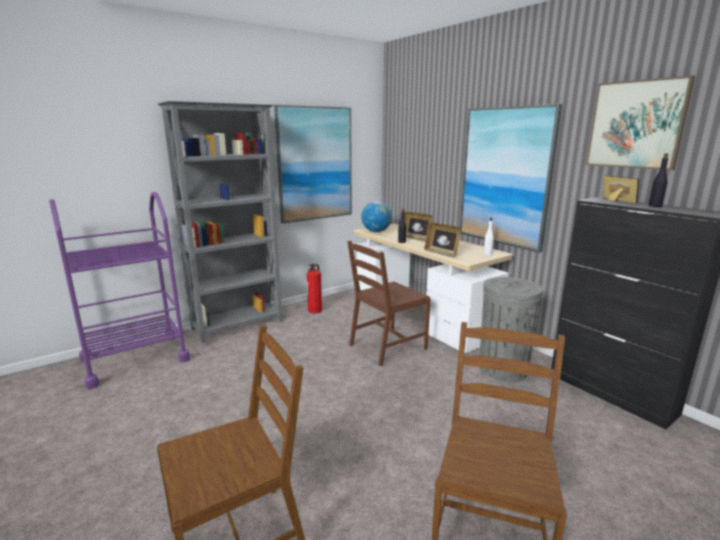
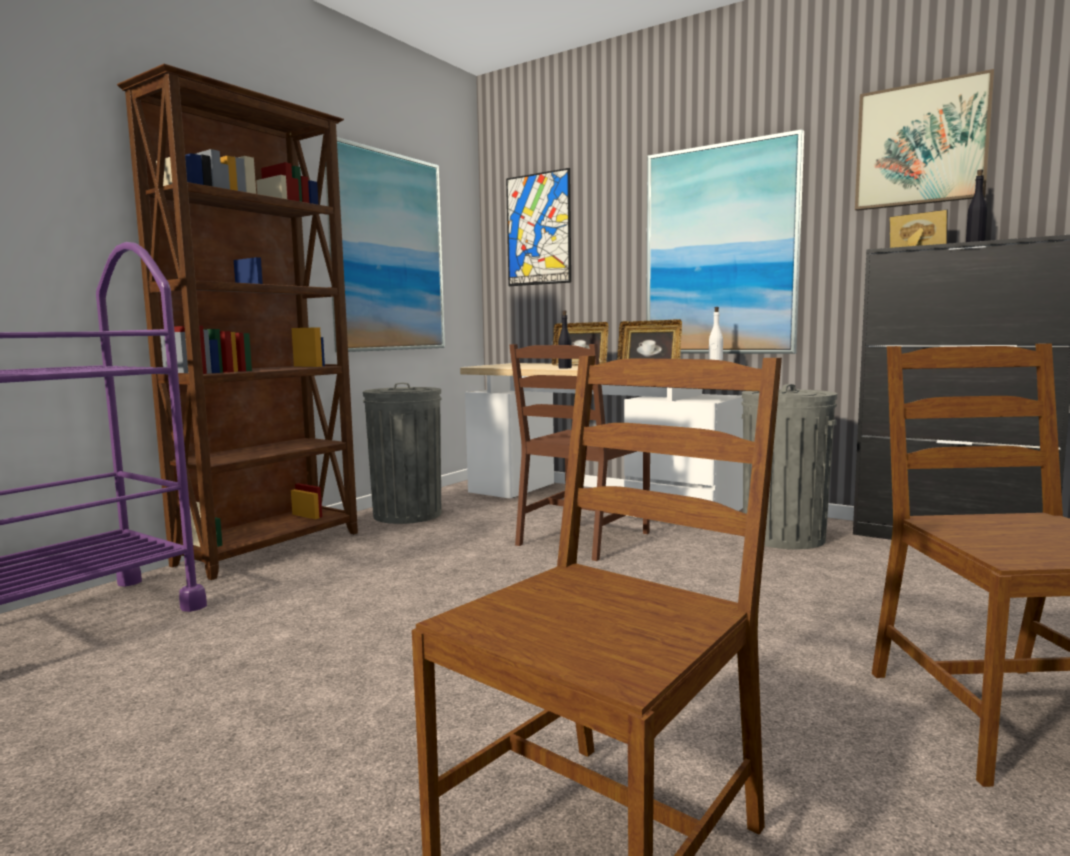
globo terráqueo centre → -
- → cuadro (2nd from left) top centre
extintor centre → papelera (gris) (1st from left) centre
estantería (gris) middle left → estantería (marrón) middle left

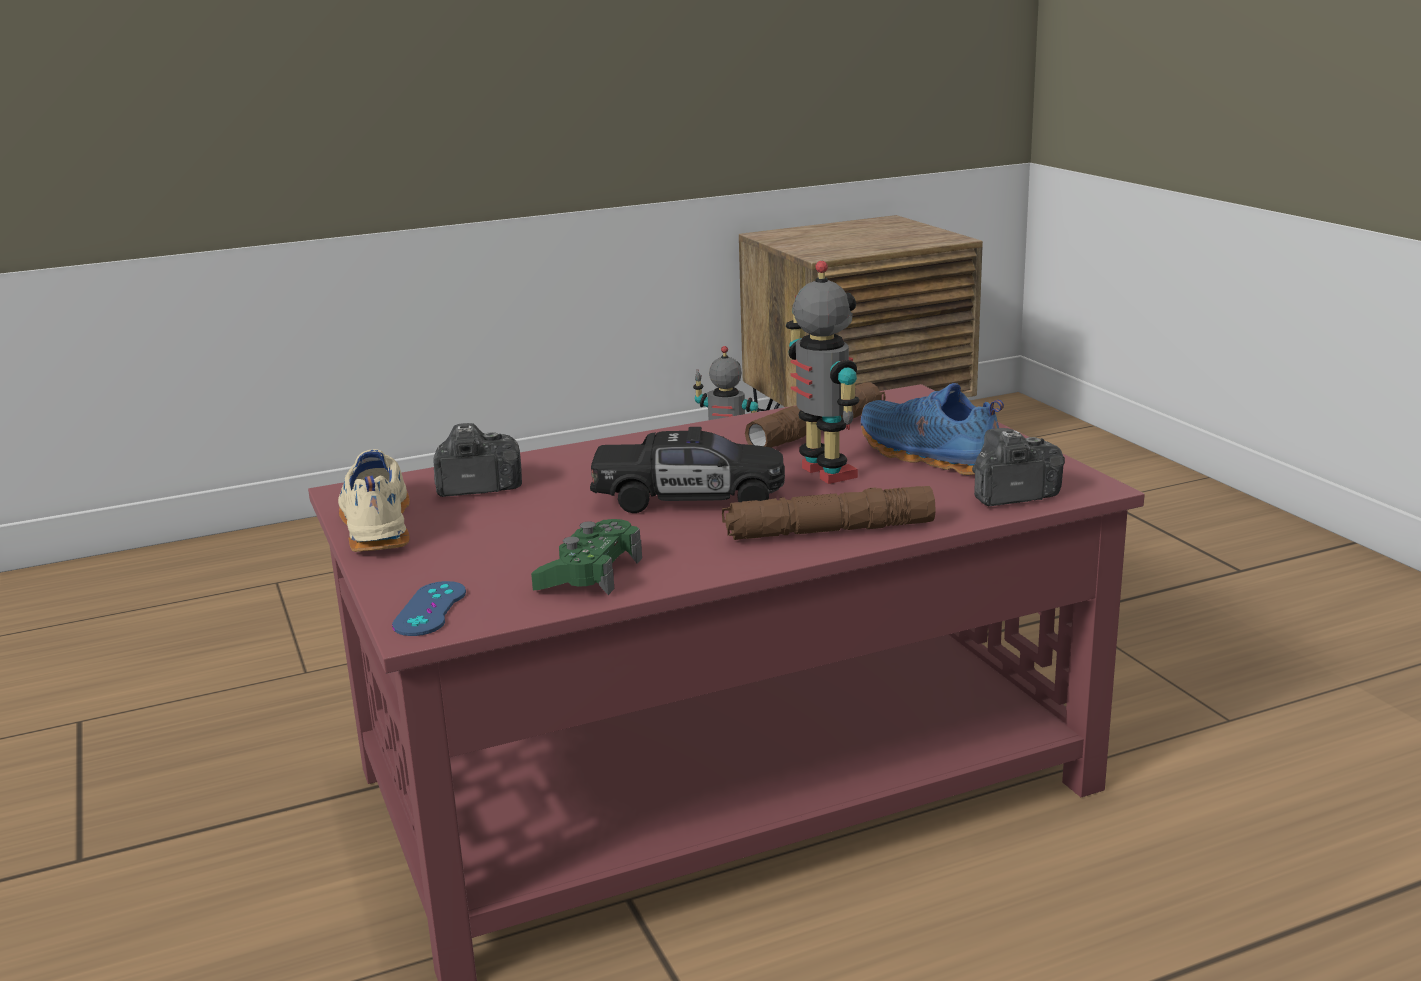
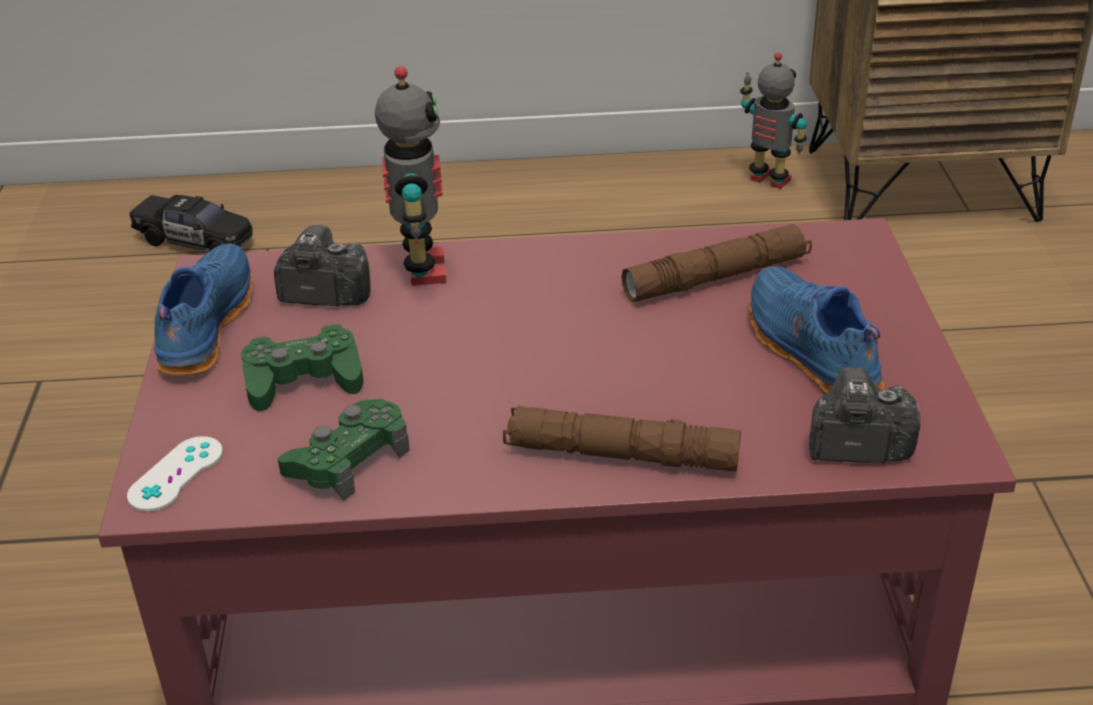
- → mando de consola (verde) (1st from left) middle left
coche de juguete (negro) centre → coche de juguete (negro) top left, moved
robot de juguete (2nd from left in the first image) centre → robot de juguete (1st from left) top centre, moved
zapato (beis) middle left → zapato (azul) (1st from left) middle left
mando de consola (azul) middle left → mando de consola (blanco) bottom left

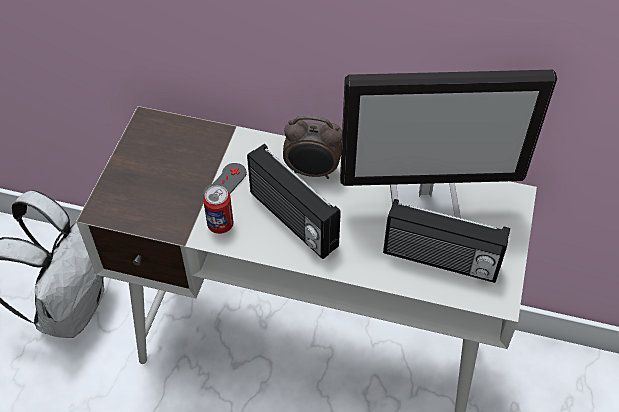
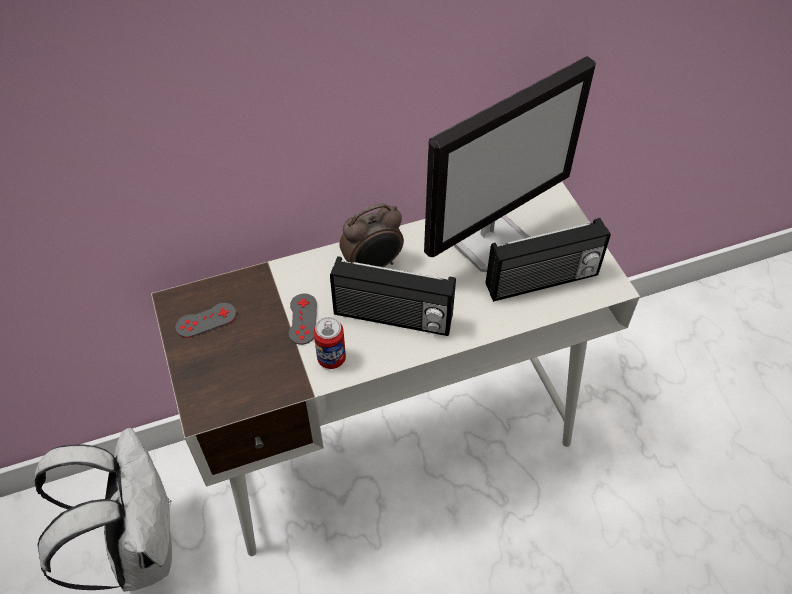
- → mando de consola (gris) (1st from left) middle left

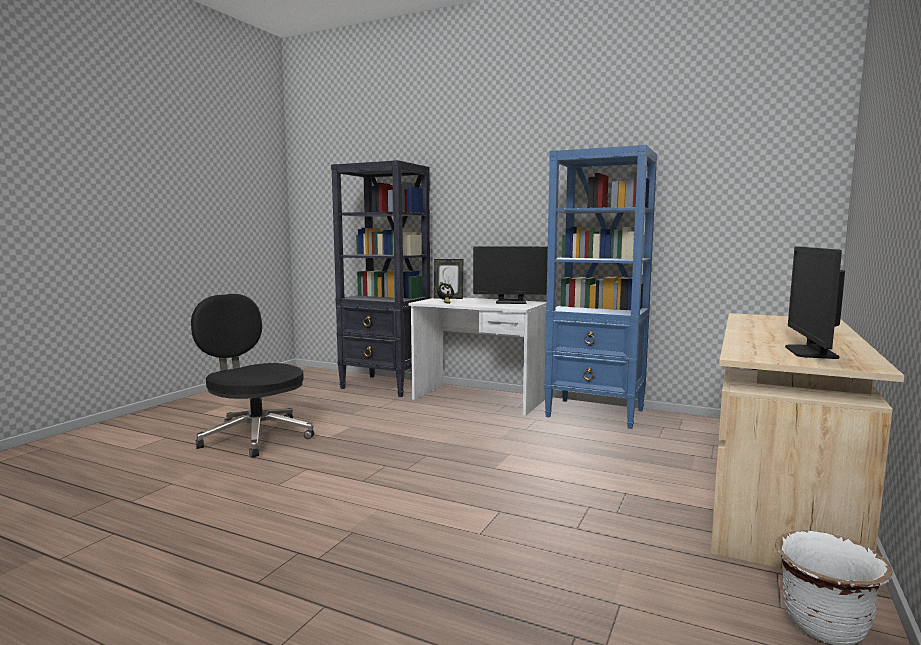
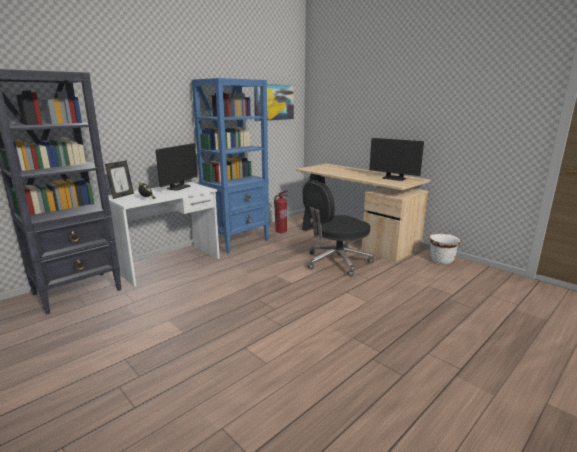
- → cuadro top centre
- → extintor centre
silla de oficina (negro) middle left → silla de oficina (negro) centre, moved

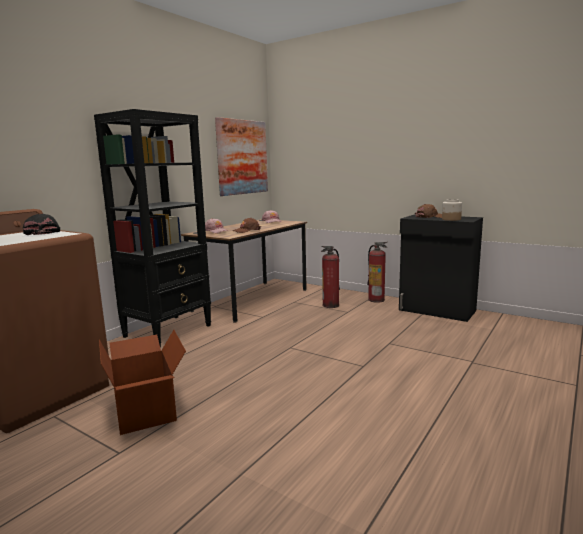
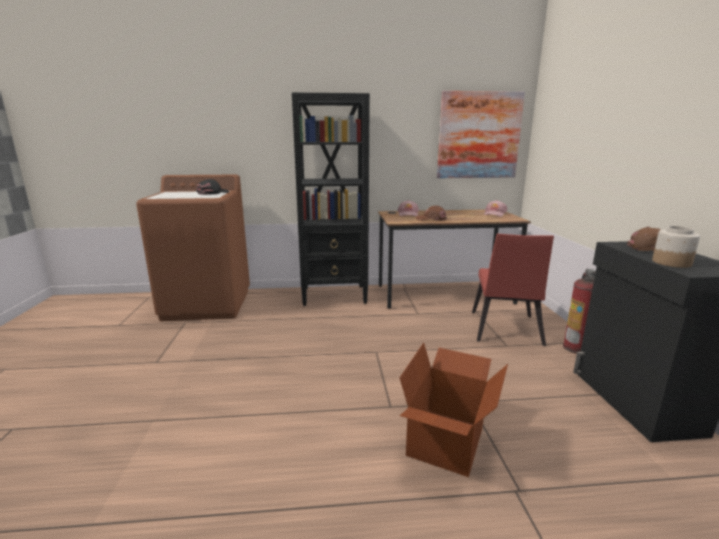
caja de cartón bottom left → caja de cartón bottom centre, moved
extintor (1st from left) centre → silla (rojo) middle right

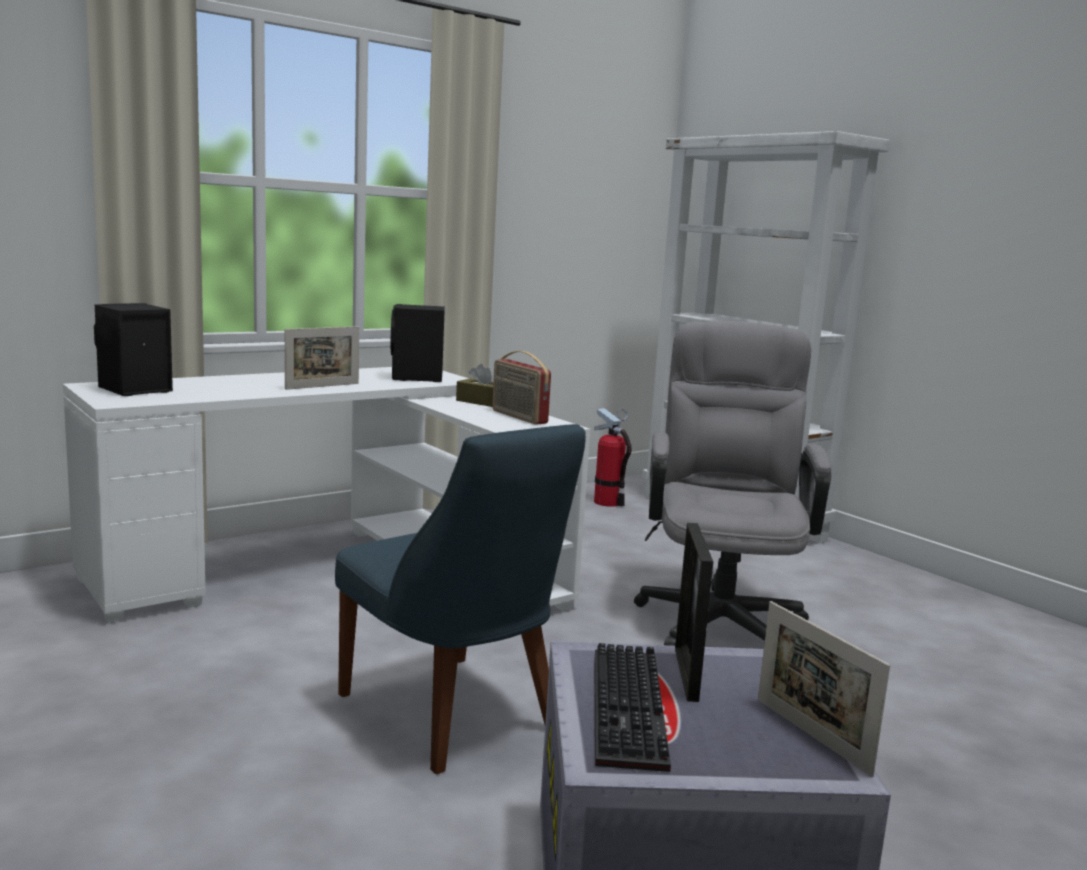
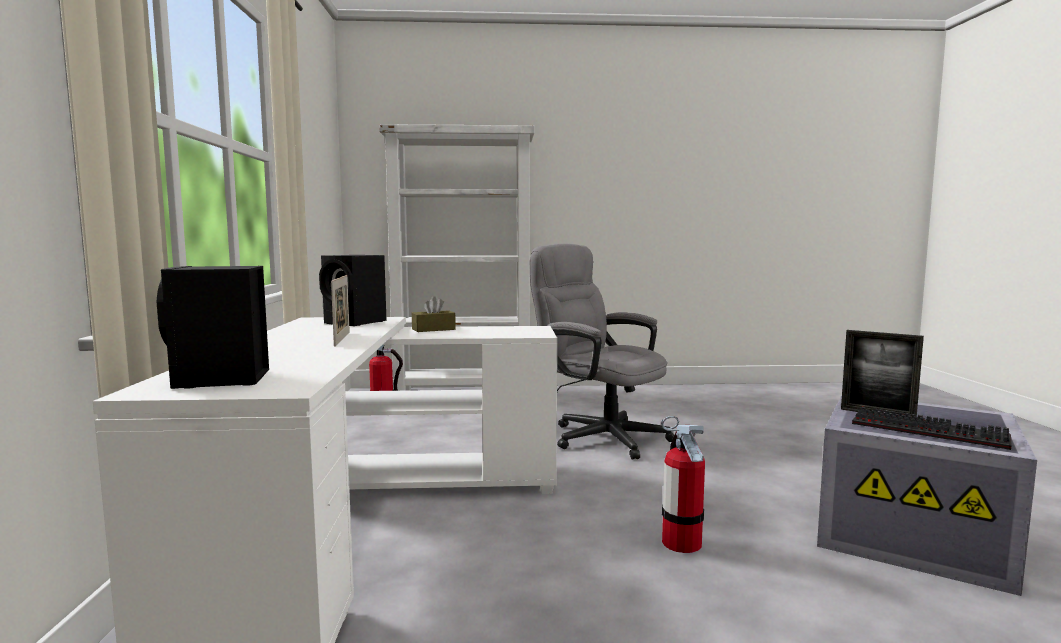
radio centre → -
portarretratos (3rd from left) bottom right → -
silla (azul) bottom centre → extintor (2nd from left) bottom centre

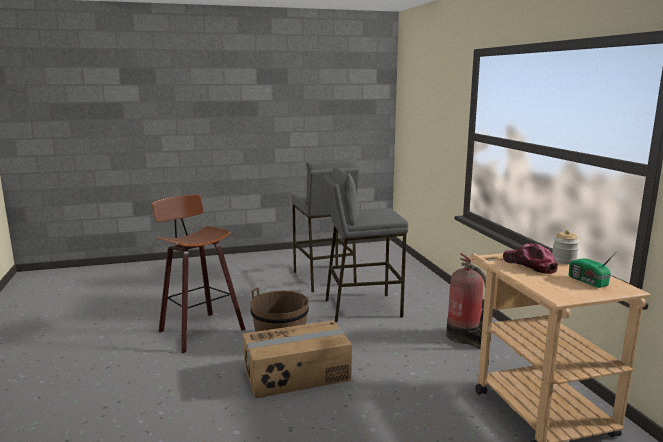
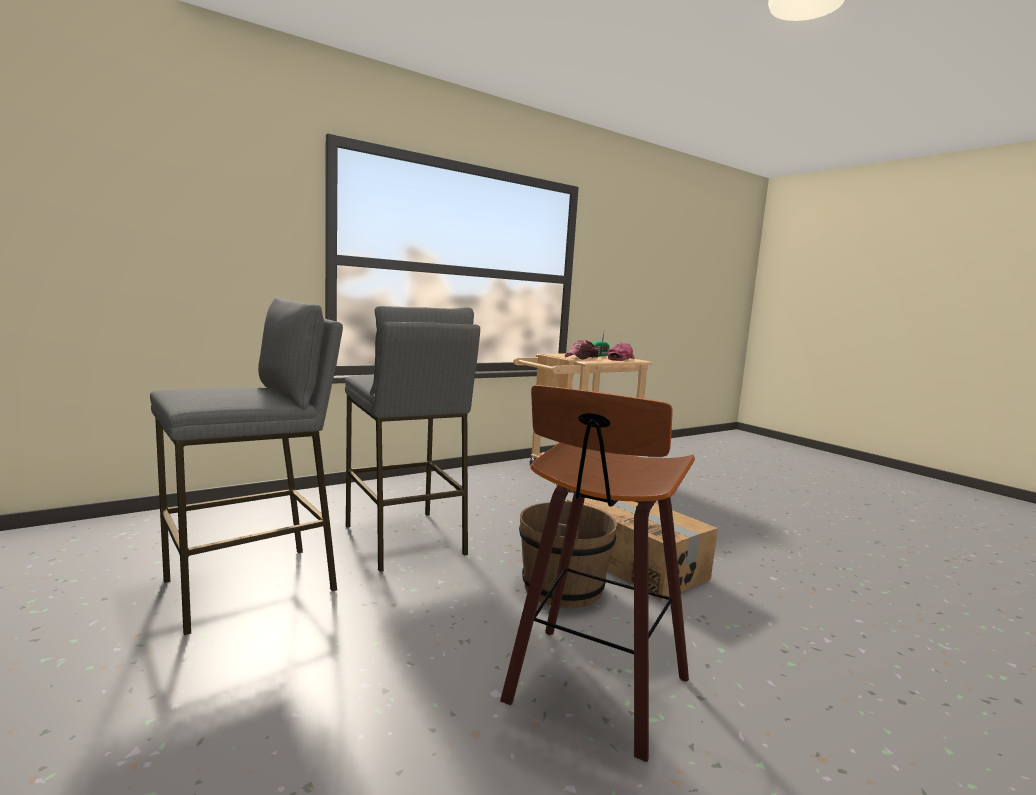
extintor bottom right → -
tarro middle right → -
- → gorra (2nd from left) centre

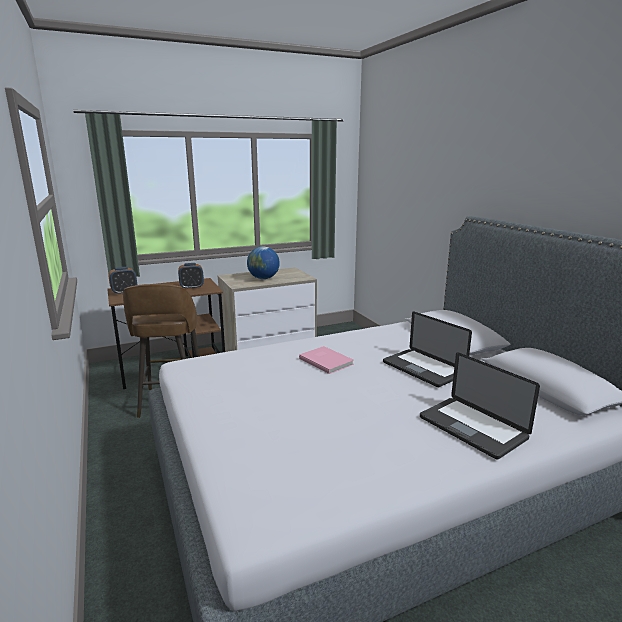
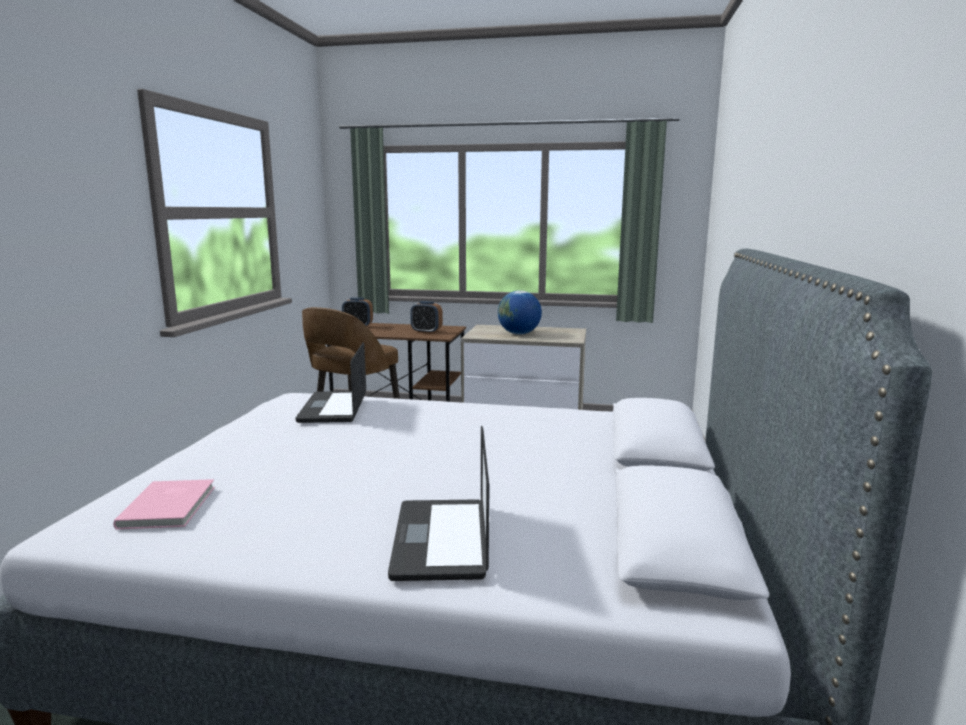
libro (rosa) centre → libro (rosa) bottom left, moved
portátil (1st from left) middle right → portátil (1st from left) centre, moved

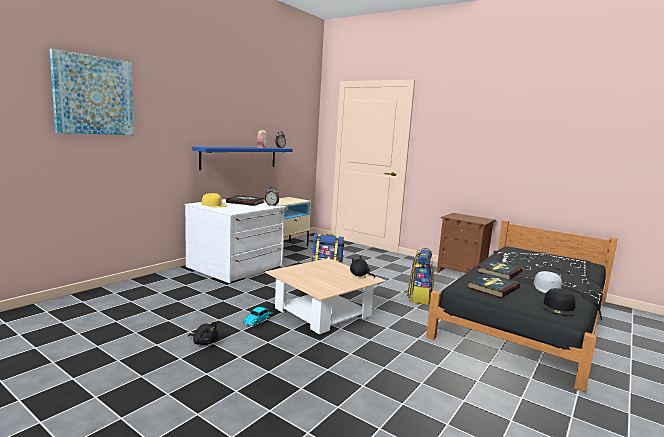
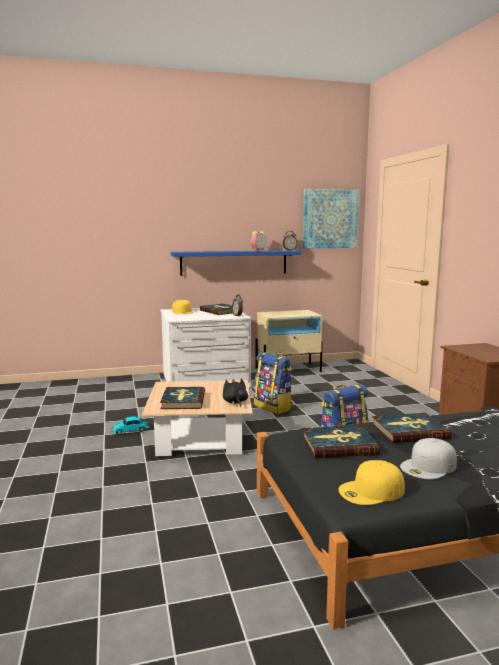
peluche (negro) (1st from left) bottom left → -
- → libro (1st from left) centre
cuadro top left → cuadro top centre, moved
gorra (negro) bottom right → gorra (amarillo) (2nd from left) bottom right

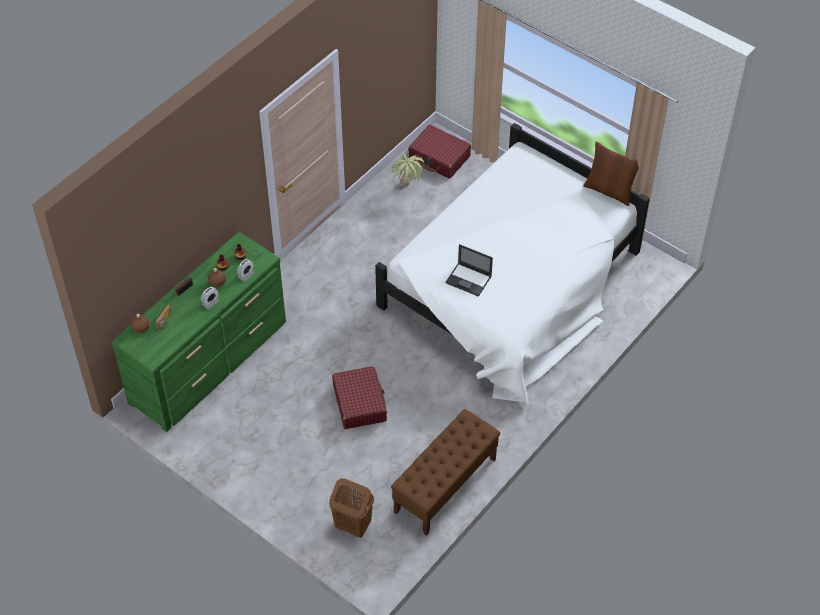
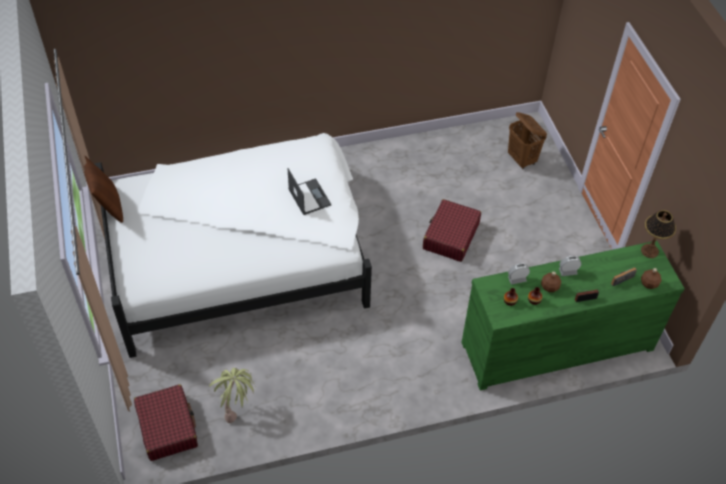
banco (marrón) bottom centre → -
- → lámpara de mesa middle right

